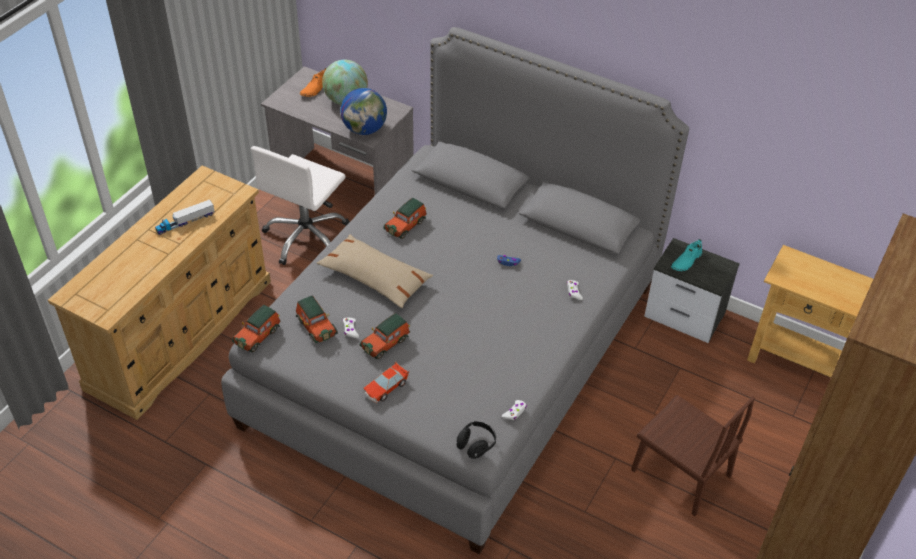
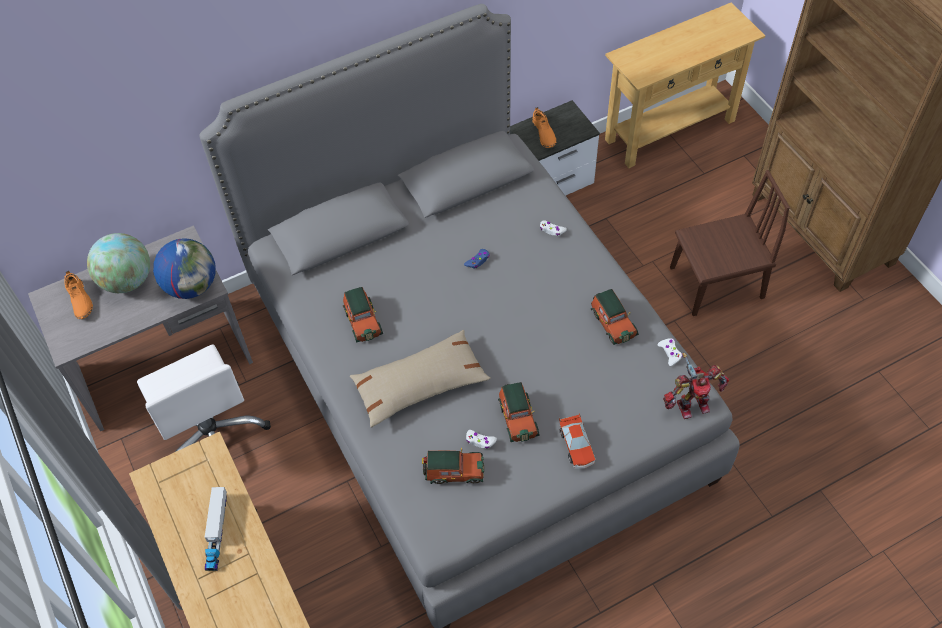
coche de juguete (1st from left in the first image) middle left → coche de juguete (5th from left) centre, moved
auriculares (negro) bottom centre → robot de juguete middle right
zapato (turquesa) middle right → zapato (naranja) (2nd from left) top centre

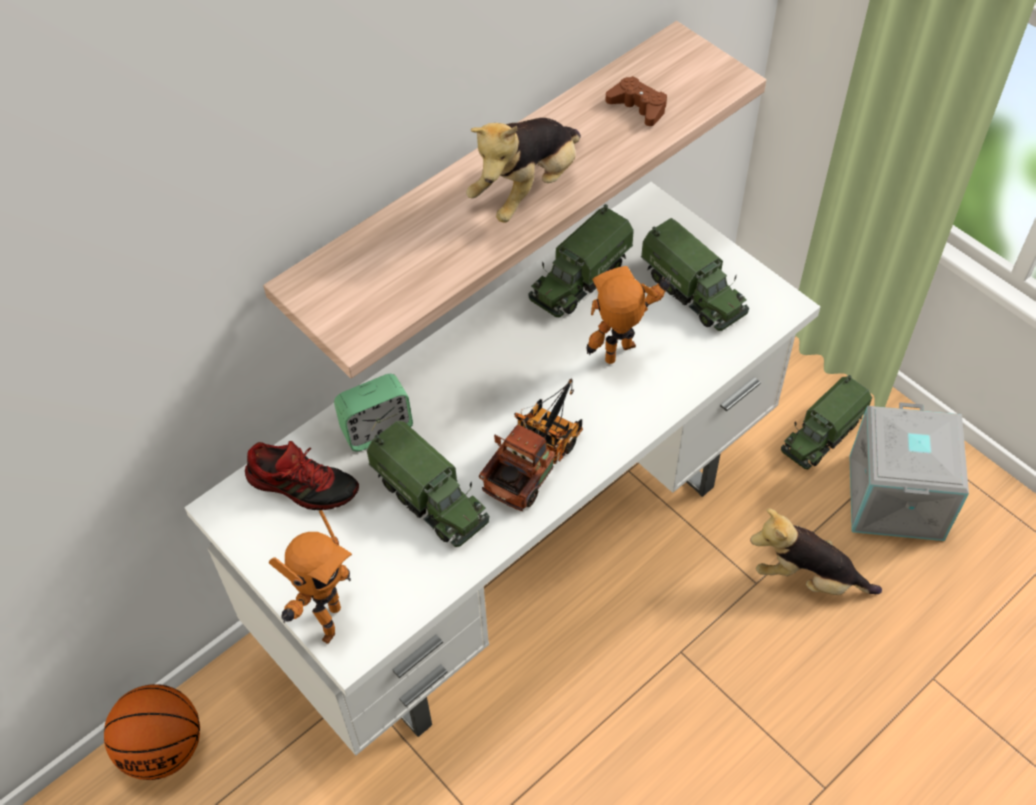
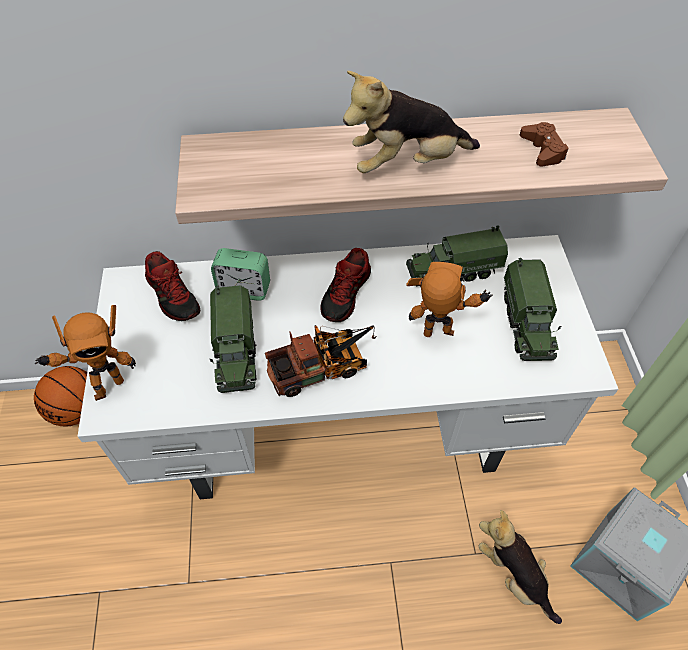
camión de juguete (5th from left) middle right → -
- → zapato (2nd from left) centre

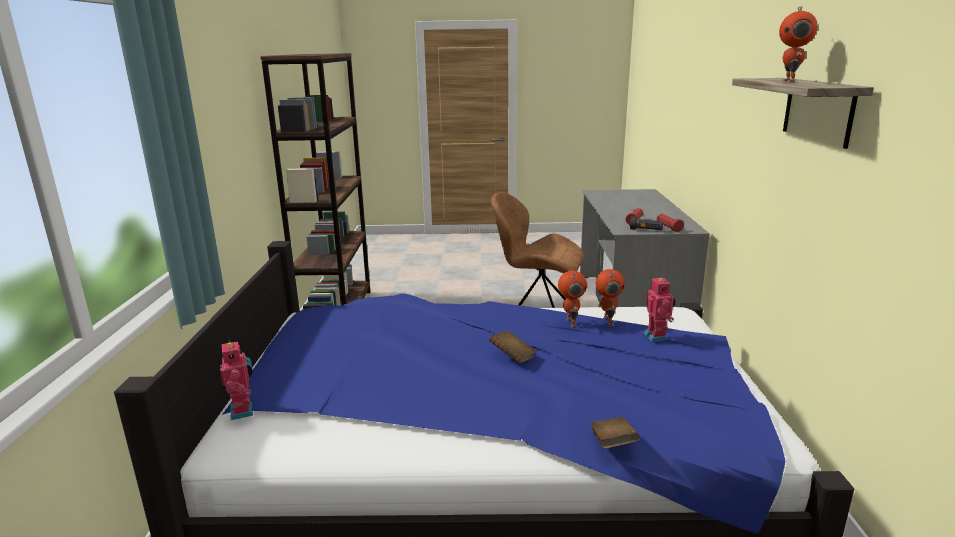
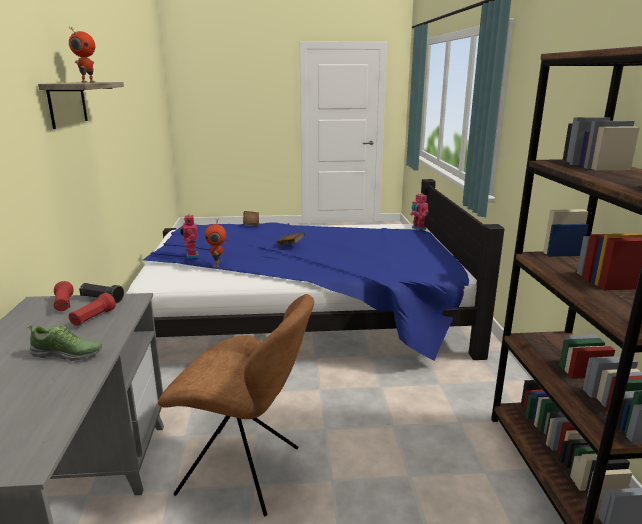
robot de juguete (2nd from left) centre → -
- → zapato middle left

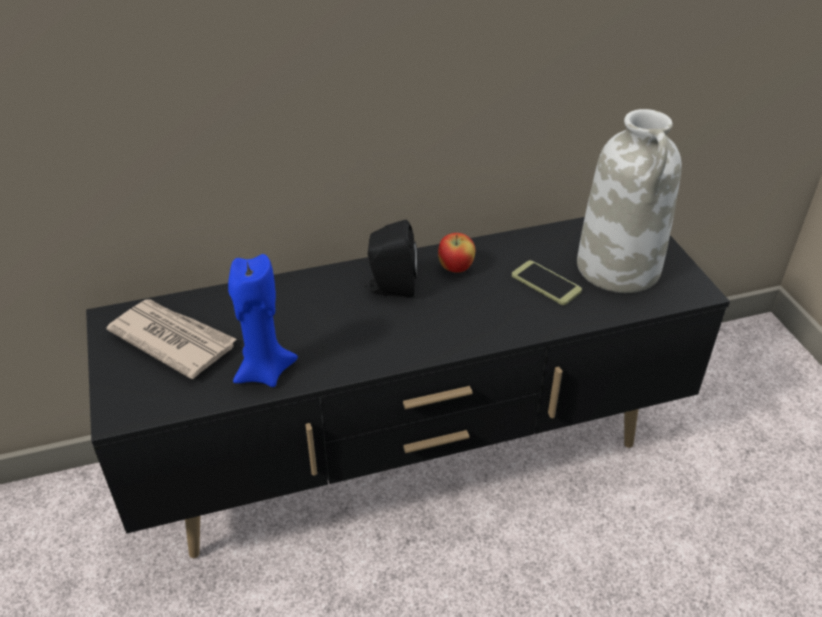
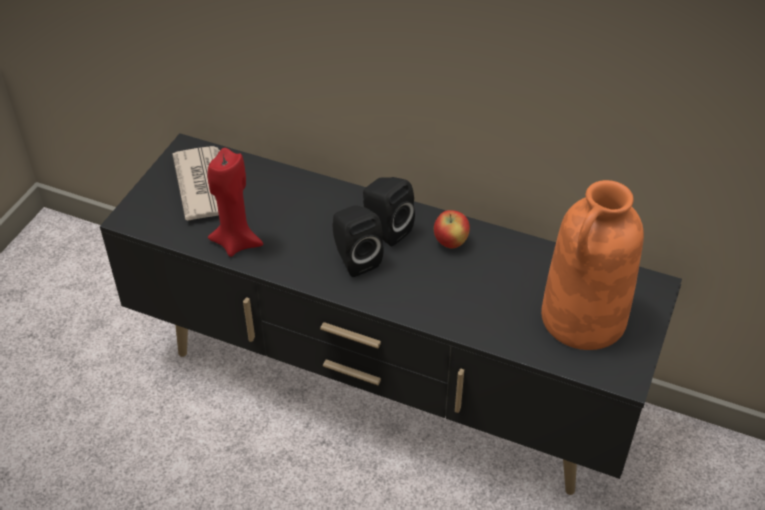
móvil centre → -
- → altavoz (negro) (1st from left) centre
vela (azul) middle left → vela (rojo) middle left
florero (blanco) top right → florero (naranja) middle right

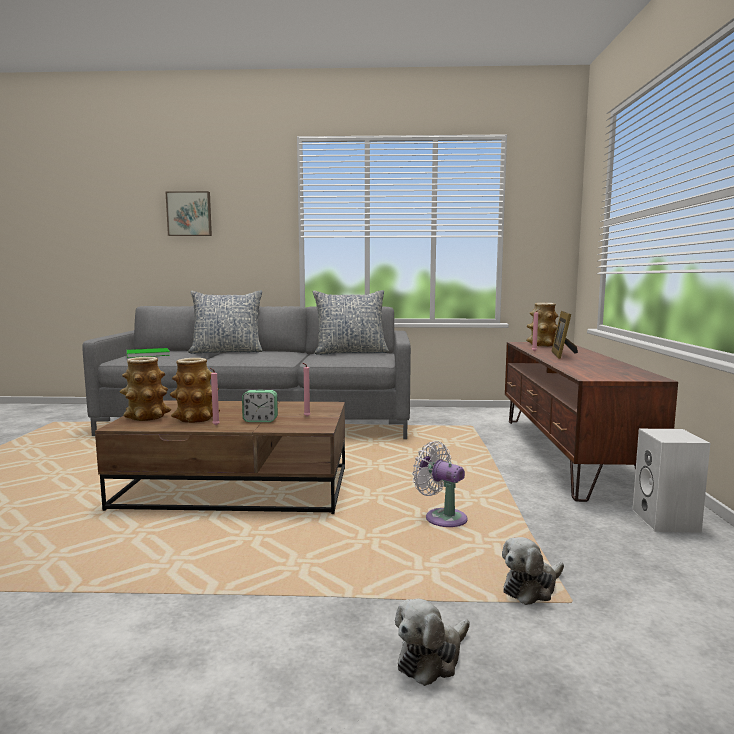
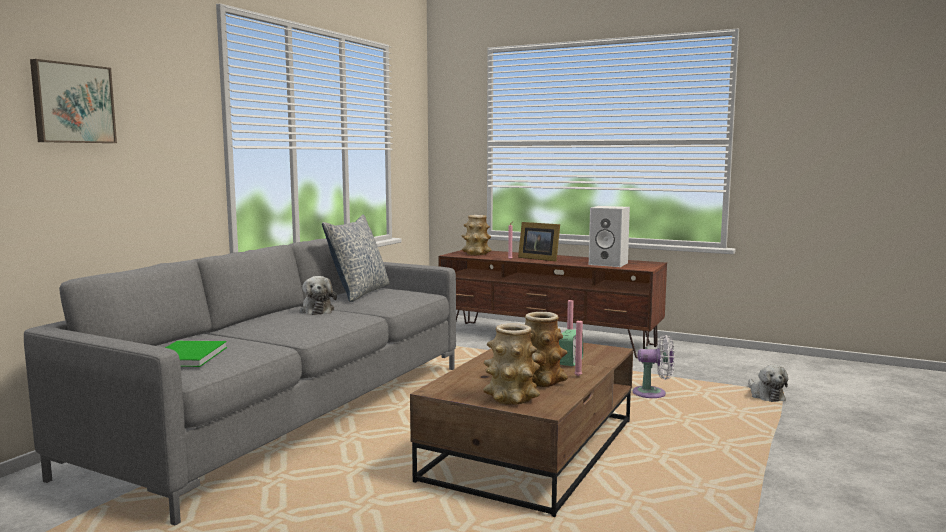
cojín (1st from left) middle left → -
peluche (1st from left) bottom centre → peluche (1st from left) centre, moved
altavoz (blanco) middle right → altavoz (blanco) centre, moved
ventilador (blanco) centre → ventilador (blanco) bottom right, 150 degrees counterclockwise

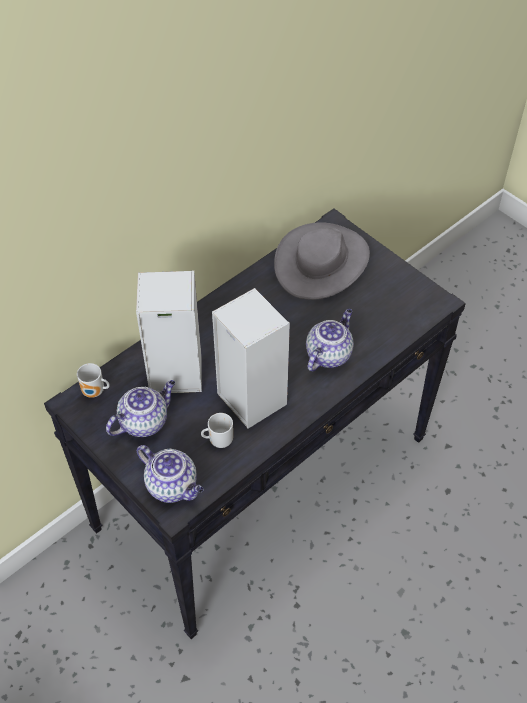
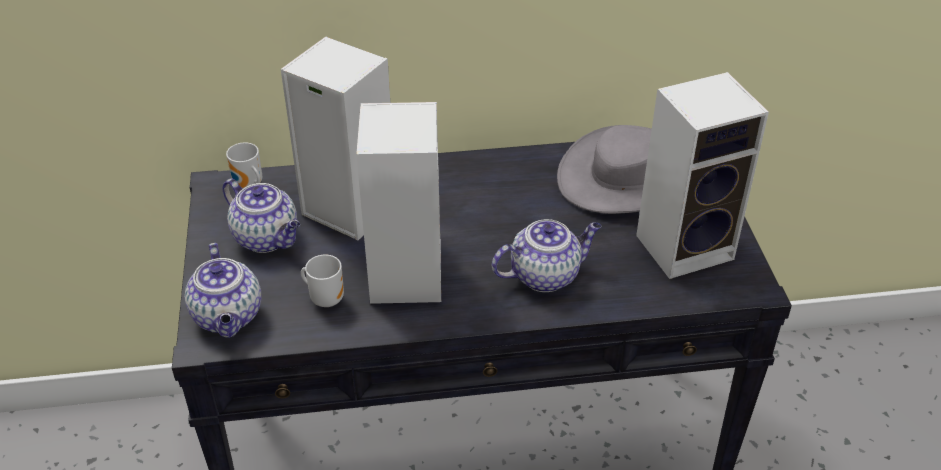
- → altavoz (3rd from left) middle right
tetera (1st from left in the first image) middle left → tetera (2nd from left) middle left, 45 degrees clockwise

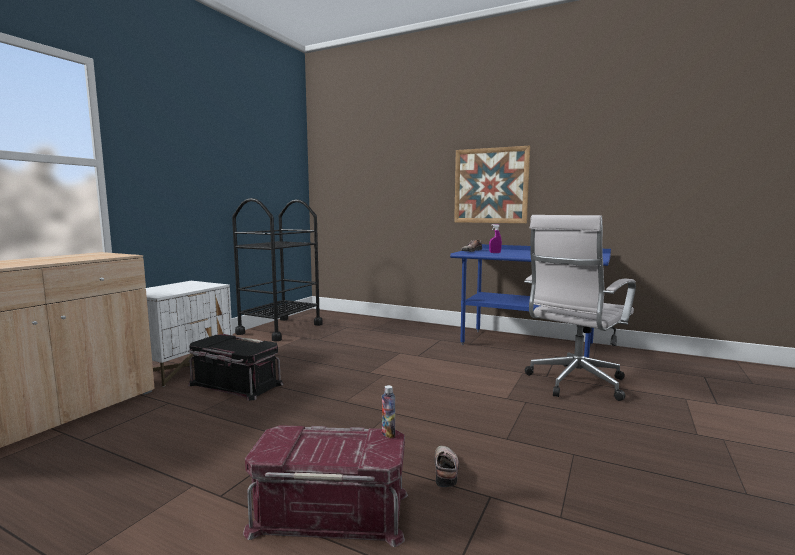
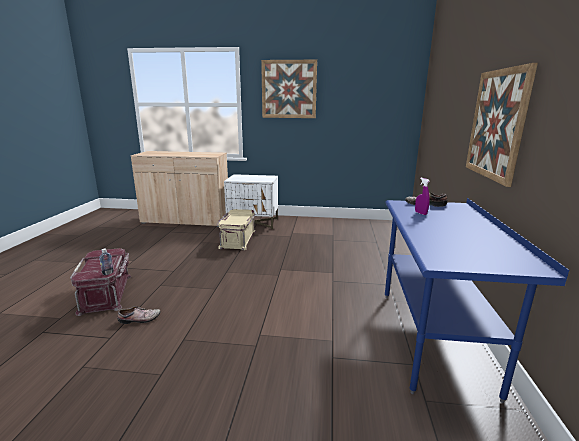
carrito (negro) centre → -
silla de oficina (blanco) middle right → -
- → cuadro (1st from left) top centre
caja de almacenaje (negro) middle left → caja de almacenaje (beis) centre

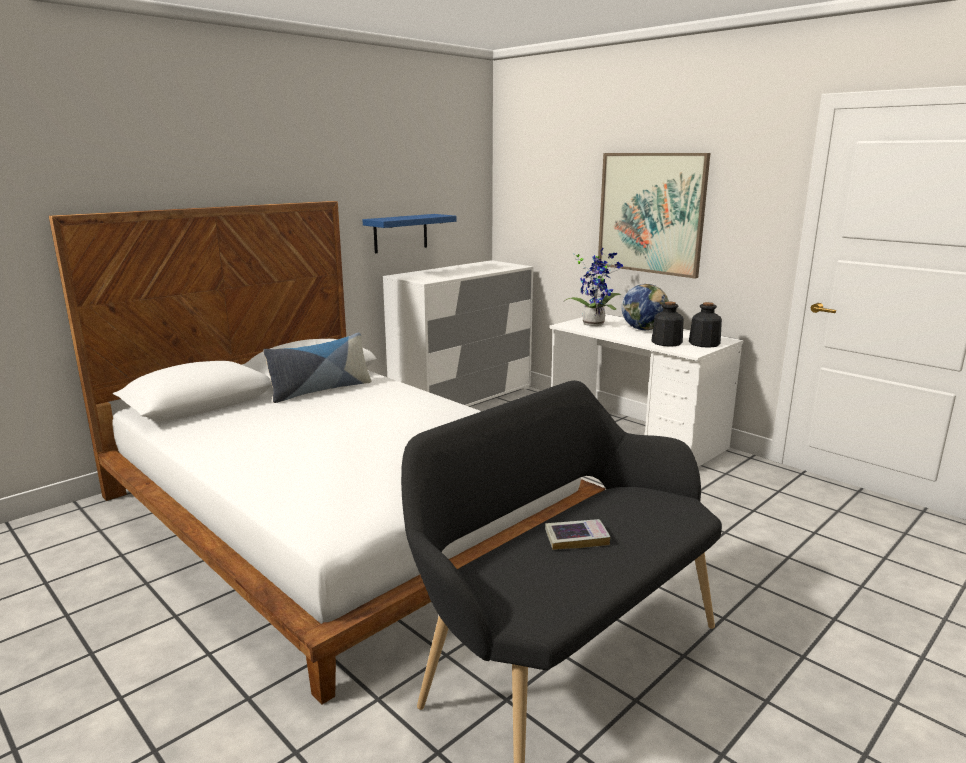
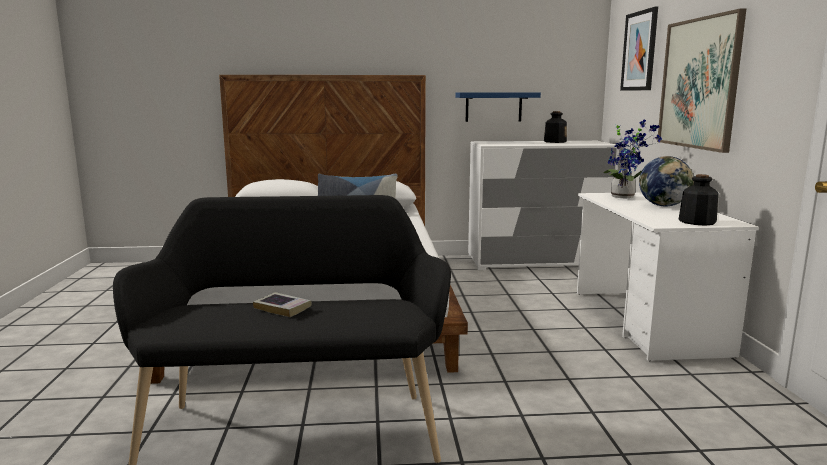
- → cuadro (1st from left) top right
botella (1st from left) middle right → botella (1st from left) top right, moved

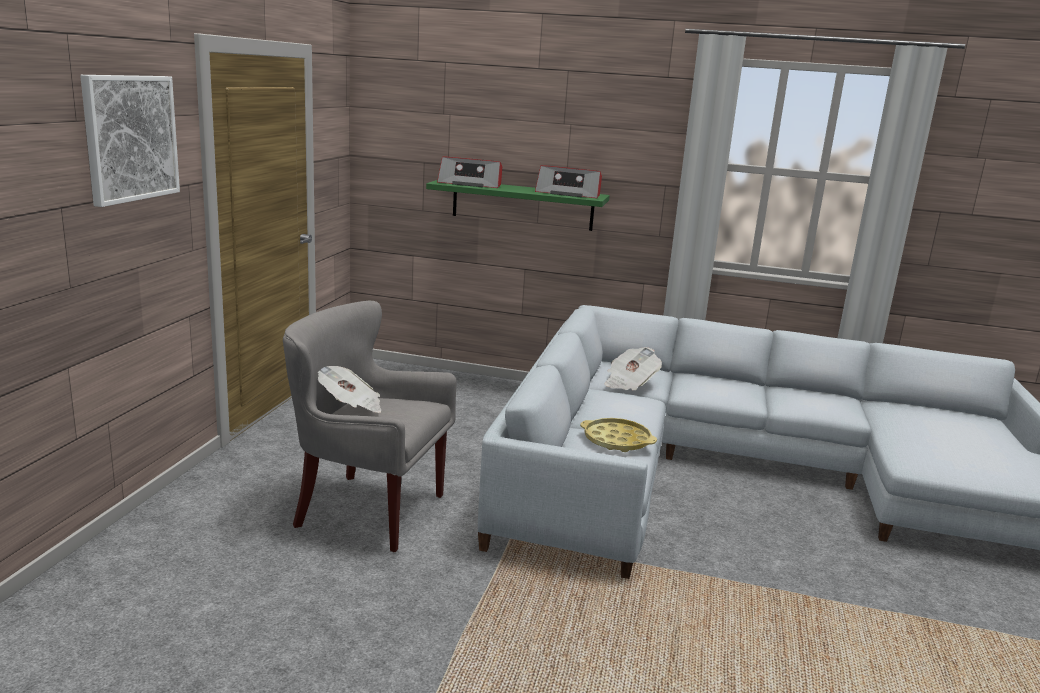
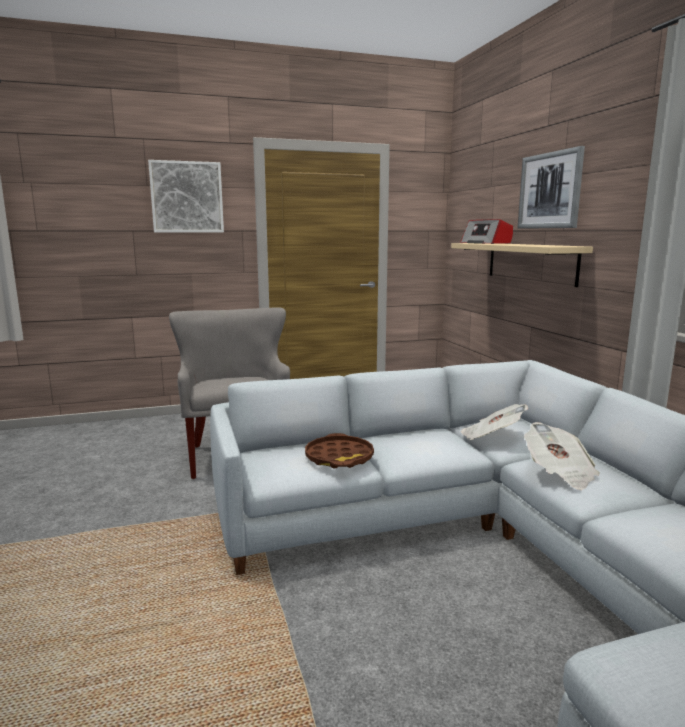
radio (2nd from left) top centre → -
- → cuadro (2nd from left) top right
periódico (1st from left in the first image) centre → periódico (2nd from left) middle right, moved
estante (verde) top centre → estante (beis) middle right
bandeja (amarillo) centre → bandeja (marrón) centre

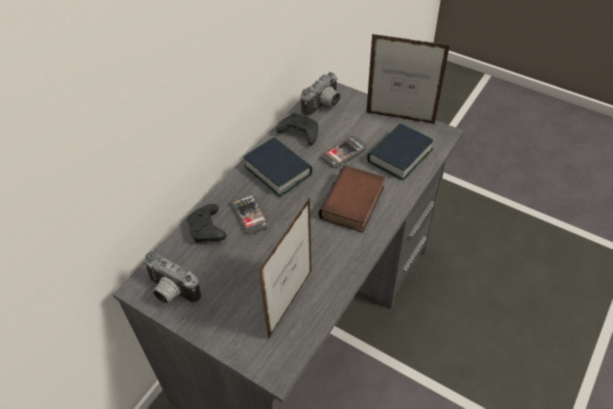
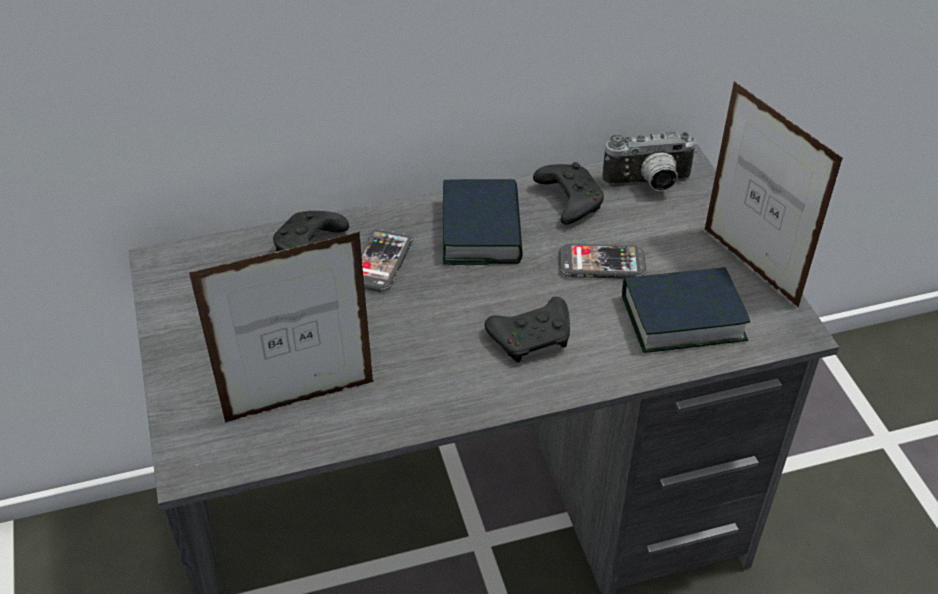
cámara (1st from left) bottom left → -
libro (2nd from left) centre → mando de consola (negro) (2nd from left) centre

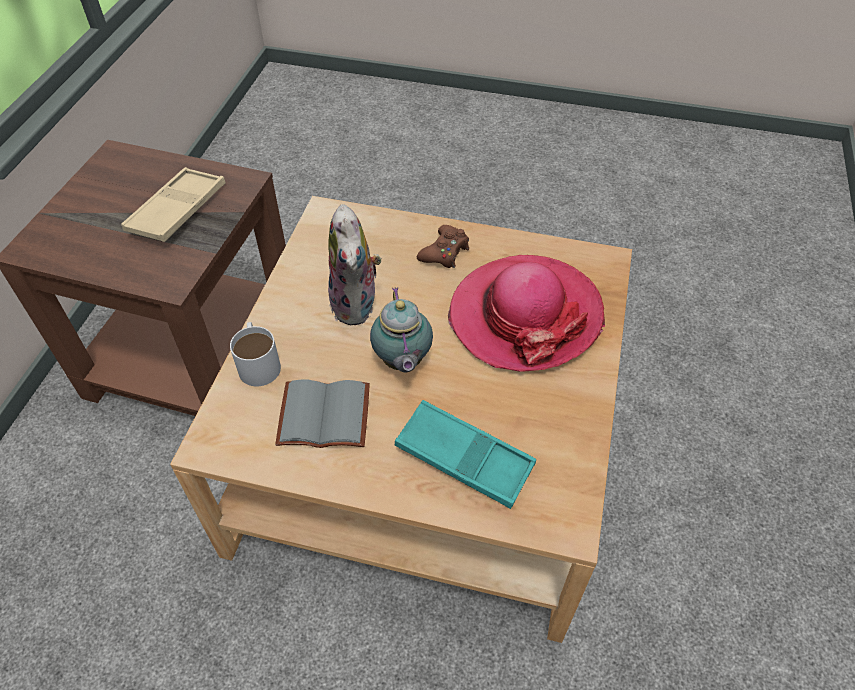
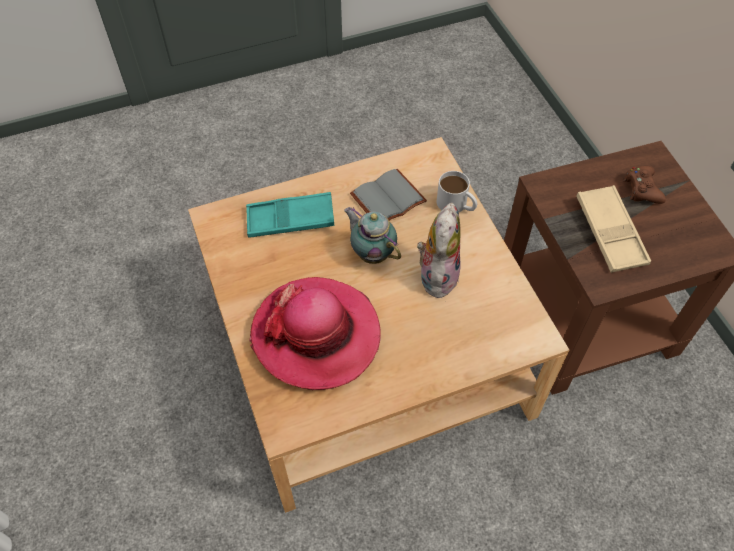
mando de consola (marrón) centre → mando de consola (marrón) middle right, moved
peluche centre, 60 degrees clockwise

